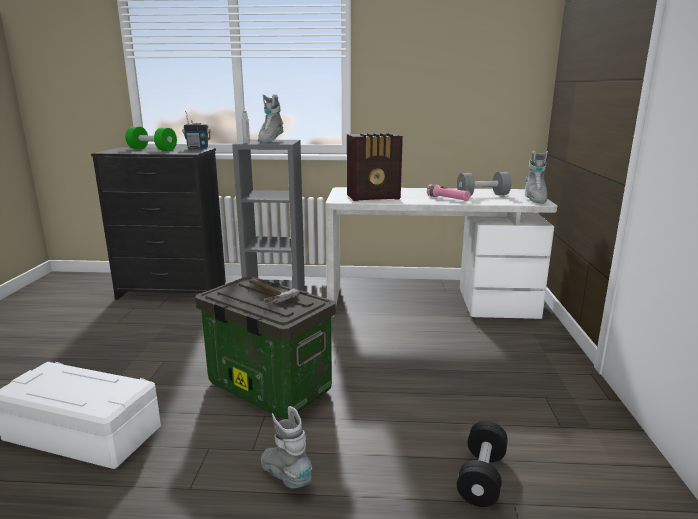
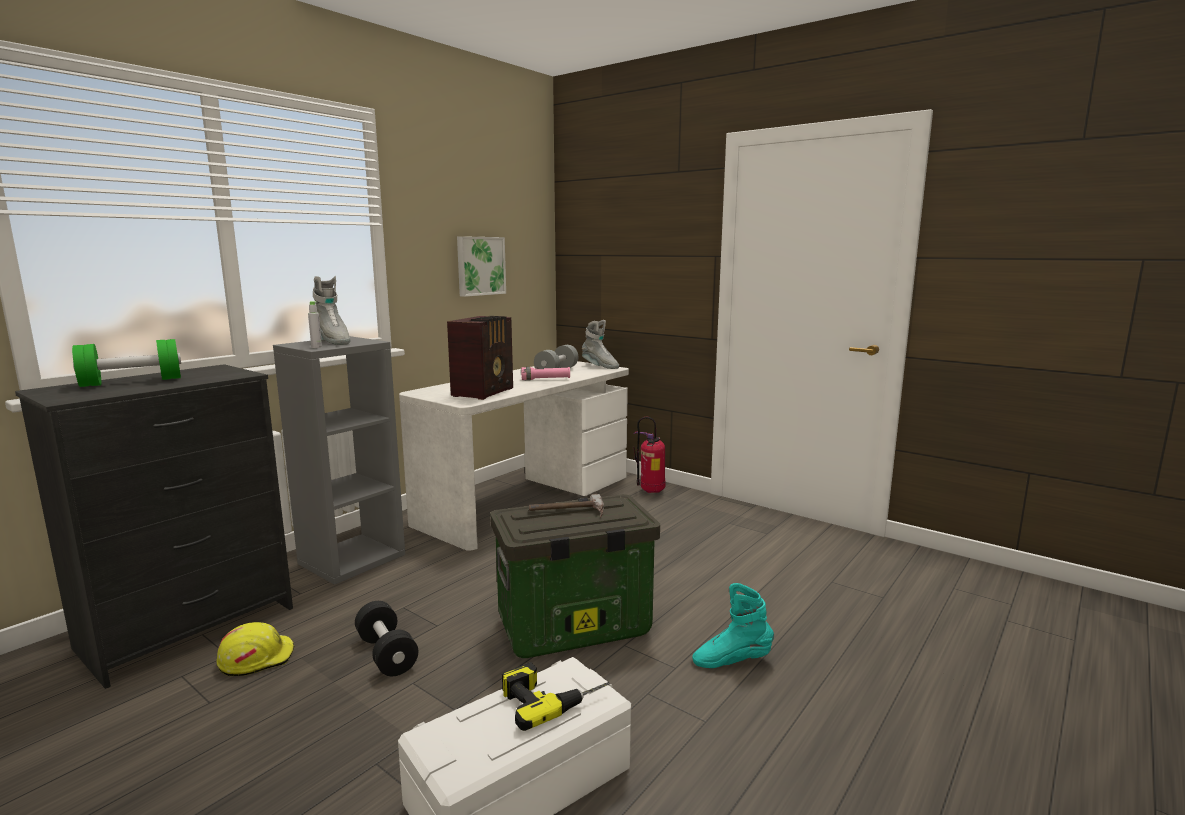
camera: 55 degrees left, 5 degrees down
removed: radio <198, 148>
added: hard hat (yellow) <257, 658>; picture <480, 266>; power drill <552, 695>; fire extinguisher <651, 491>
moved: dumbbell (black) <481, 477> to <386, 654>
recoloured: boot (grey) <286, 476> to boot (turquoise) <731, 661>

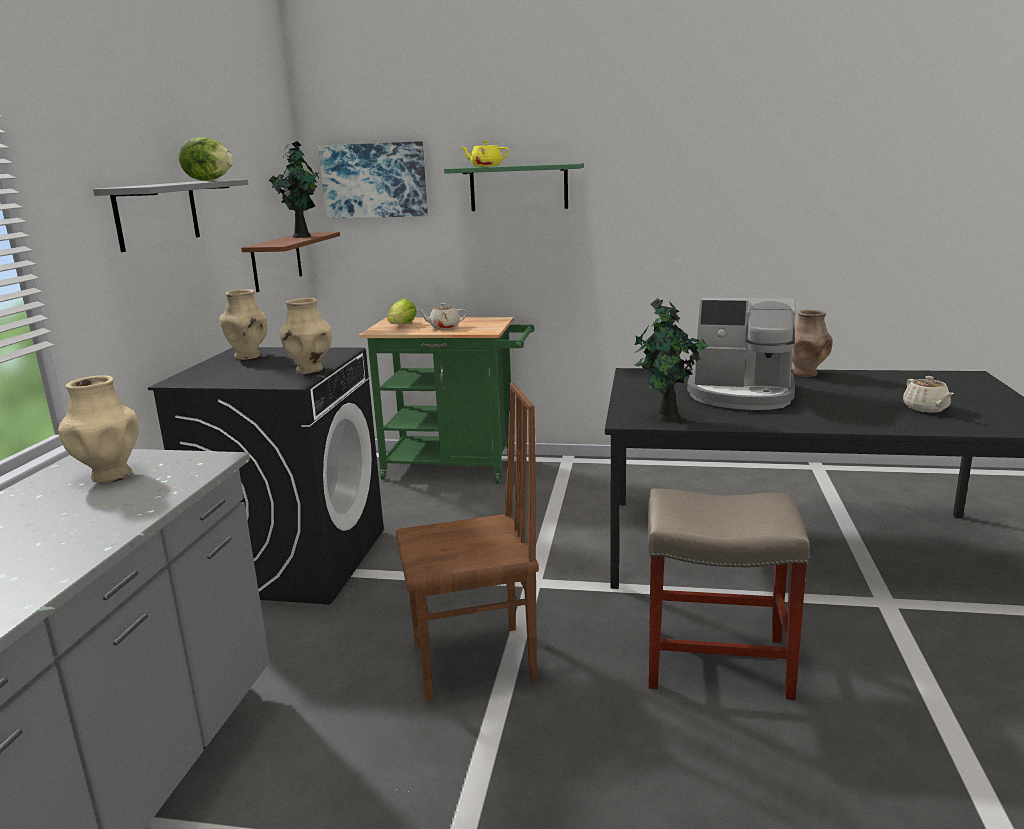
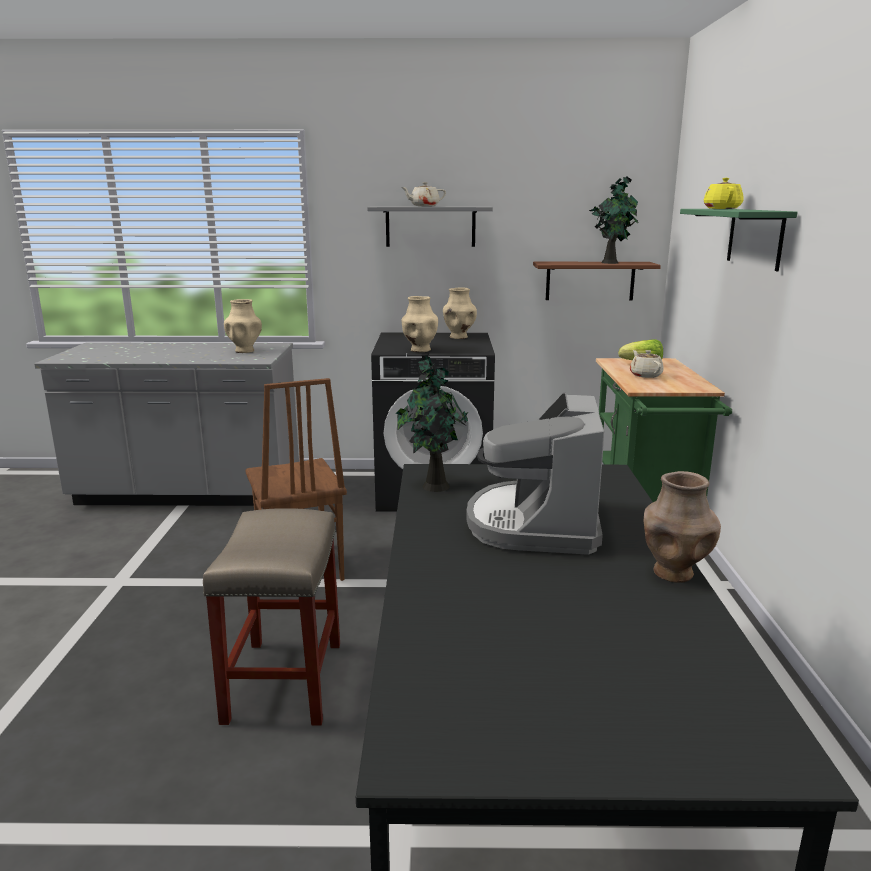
camera: 80 degrees right, 0 degrees up
removed: lettuce <209, 180>; picture <374, 180>
moved: teapot (beige) <926, 409> to <424, 206>

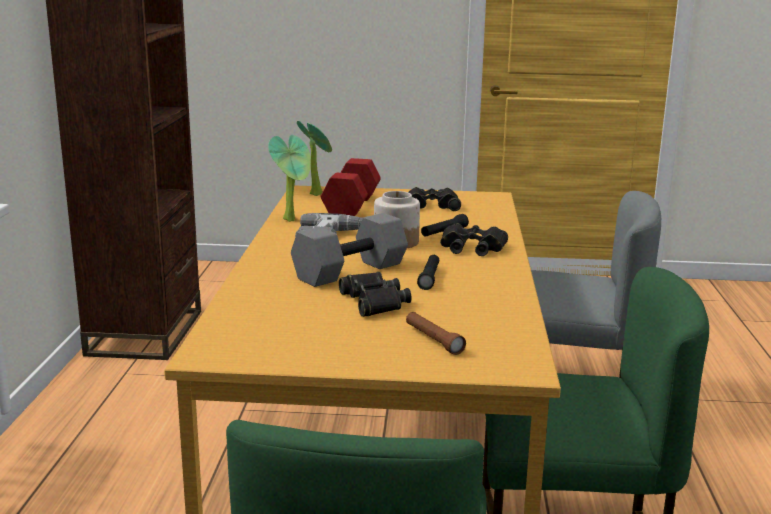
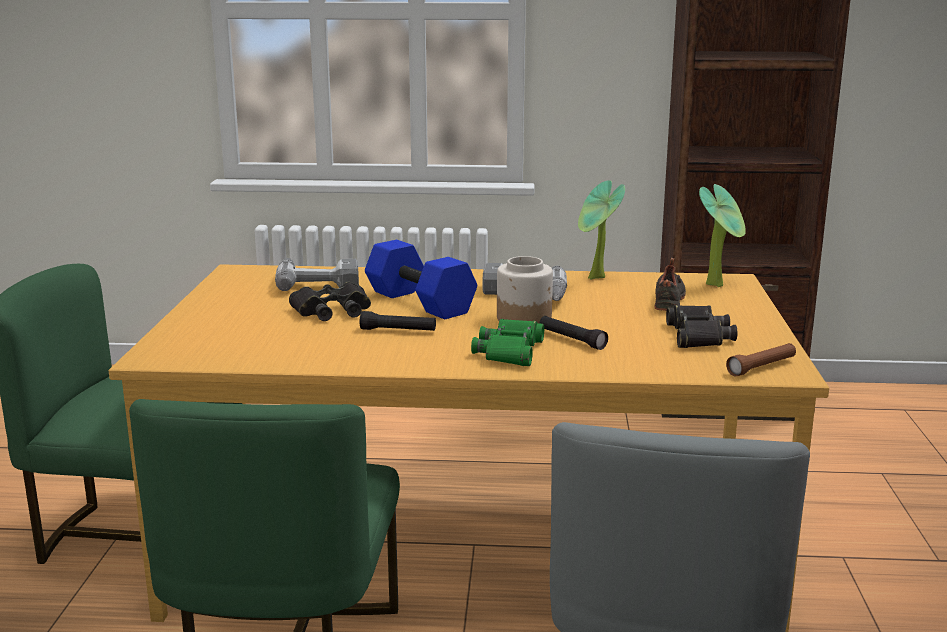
camera: 90 degrees right, 0 degrees up
added: power drill <317, 281>
moved: flashlight (brown) <433, 340> to <761, 367>
replaced: dumbbell (red) <352, 206> to shoe (black) <670, 300>
recoloured: dumbbell (grey) <350, 272> to dumbbell (blue) <417, 302>; binoculars (black) <472, 248> to binoculars (green) <510, 351>

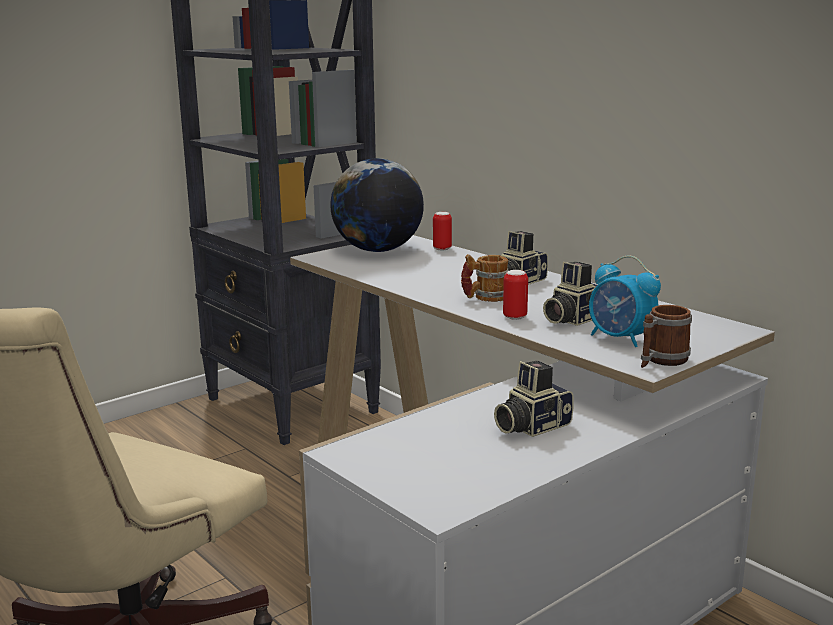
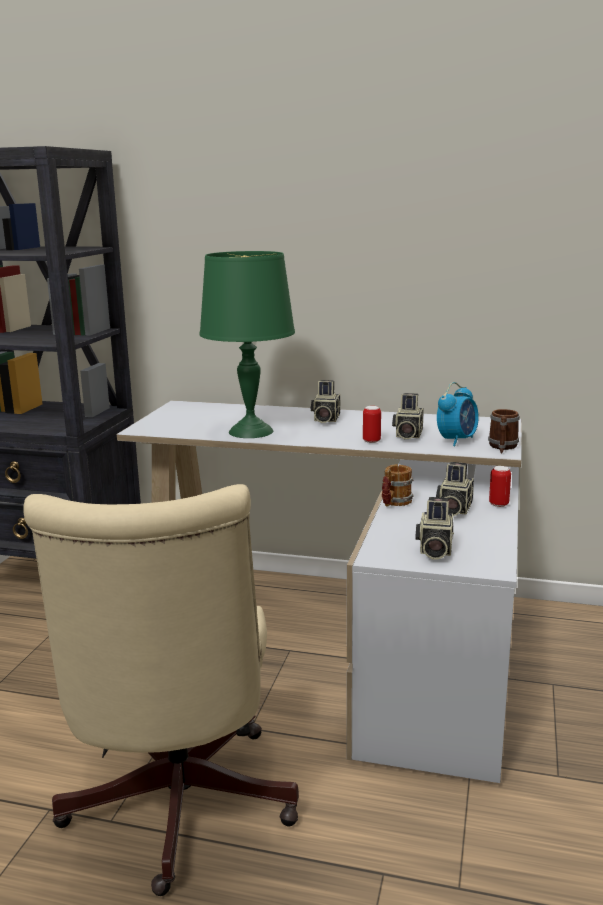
camera: 35 degrees left, 0 degrees up
removed: globe <378, 250>
added: table lamp (green) <250, 431>; photo camera <434, 549>
moved: can <442, 248> to <498, 504>; mug <484, 298> to <394, 503>
turned: alarm clock <620, 339> = <457, 440> 60 degrees counterclockwise

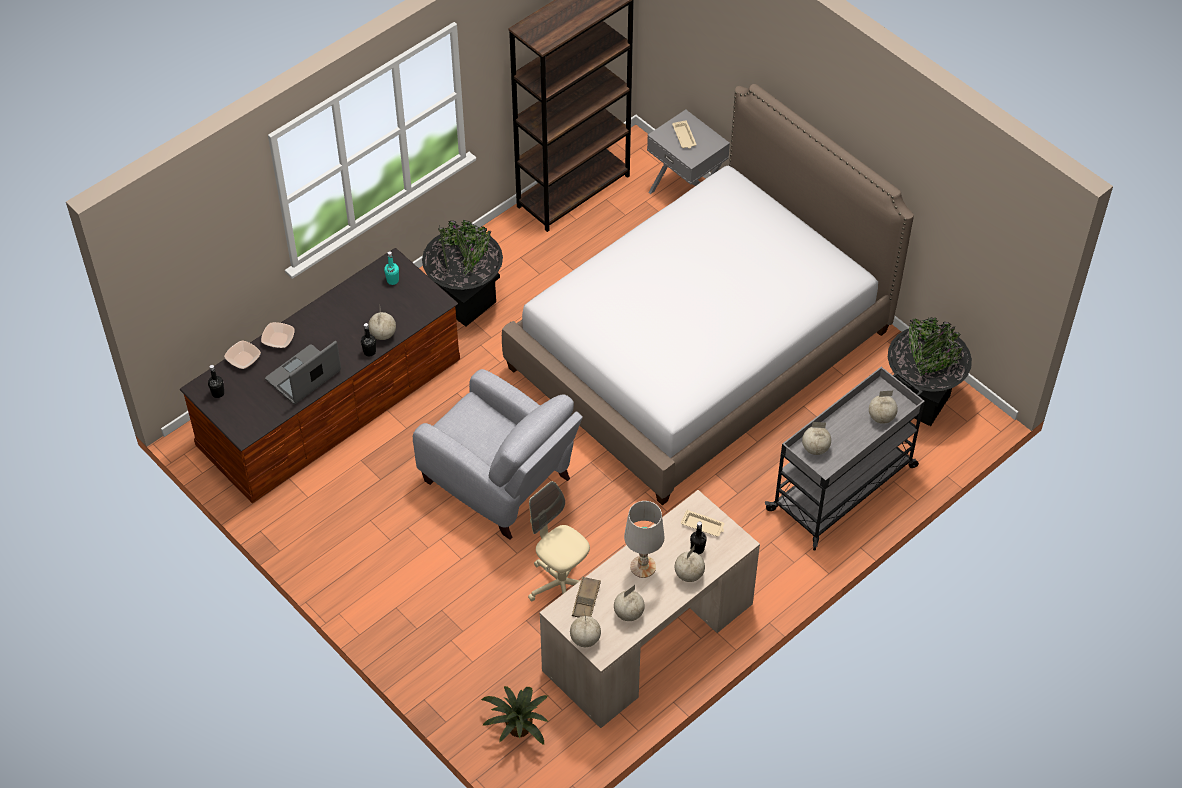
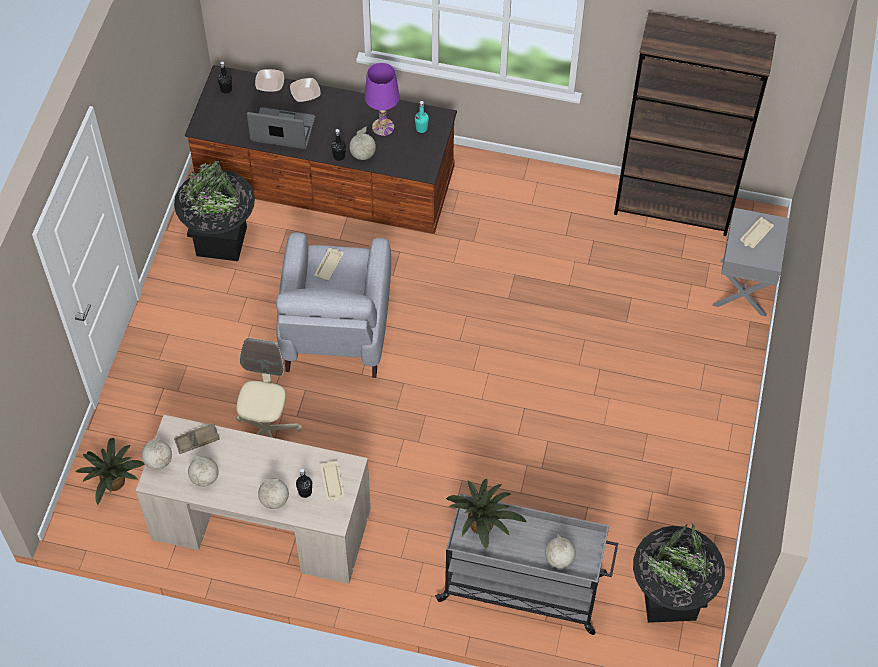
camera: 55 degrees right, 5 degrees up
removed: bed <700, 349>; table lamp (white) <642, 566>
added: tray (beige) <329, 265>; table lamp (purple) <383, 127>
moved: planter (black) <465, 303> to <221, 241>
replaced: globe <815, 448> to potted plant <483, 524>

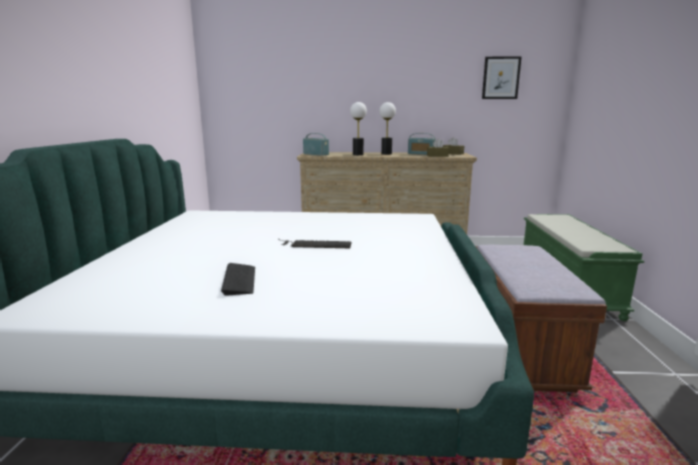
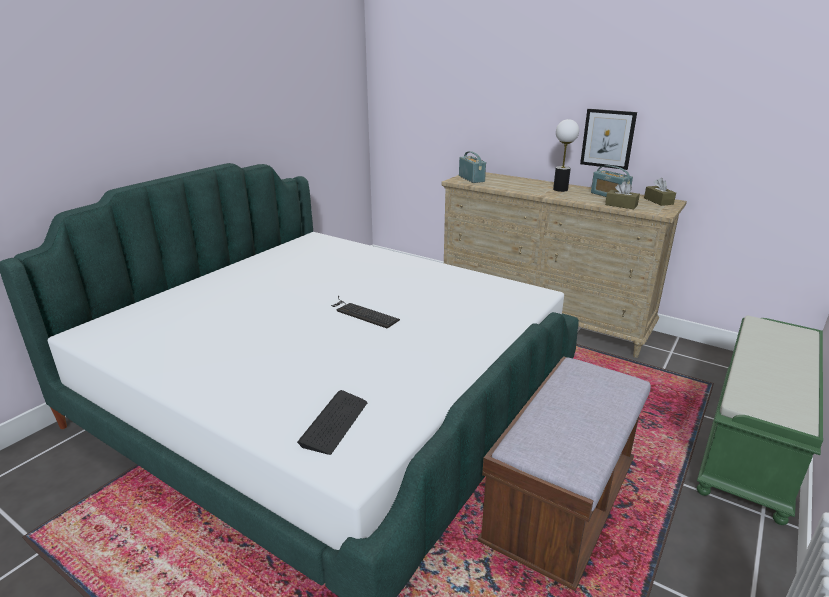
camera: 30 degrees right, 10 degrees up
removed: table lamp <358, 154>
moved: keyboard <239, 280> to <334, 423>; picture <501, 78> to <607, 139>

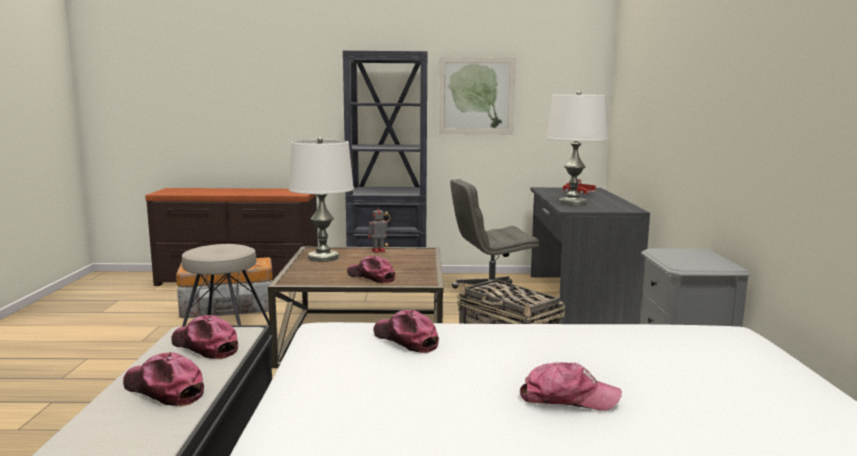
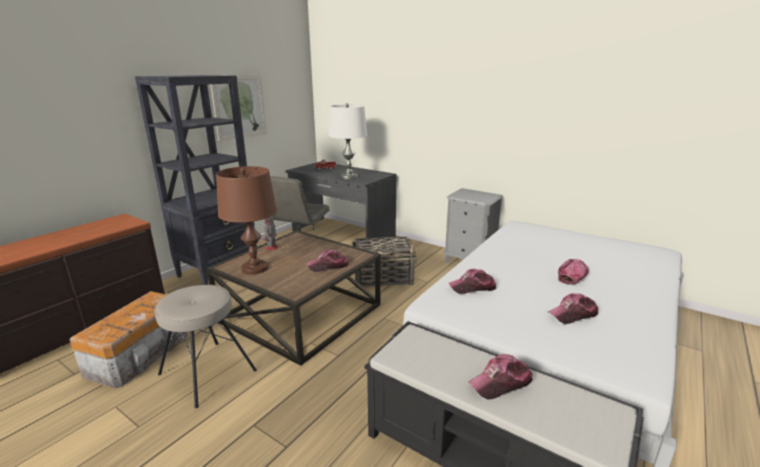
camera: 55 degrees left, 10 degrees up
moved: cap <205, 346> to <573, 314>
recoloured: table lamp (white) <323, 258> to table lamp (brown) <254, 268>

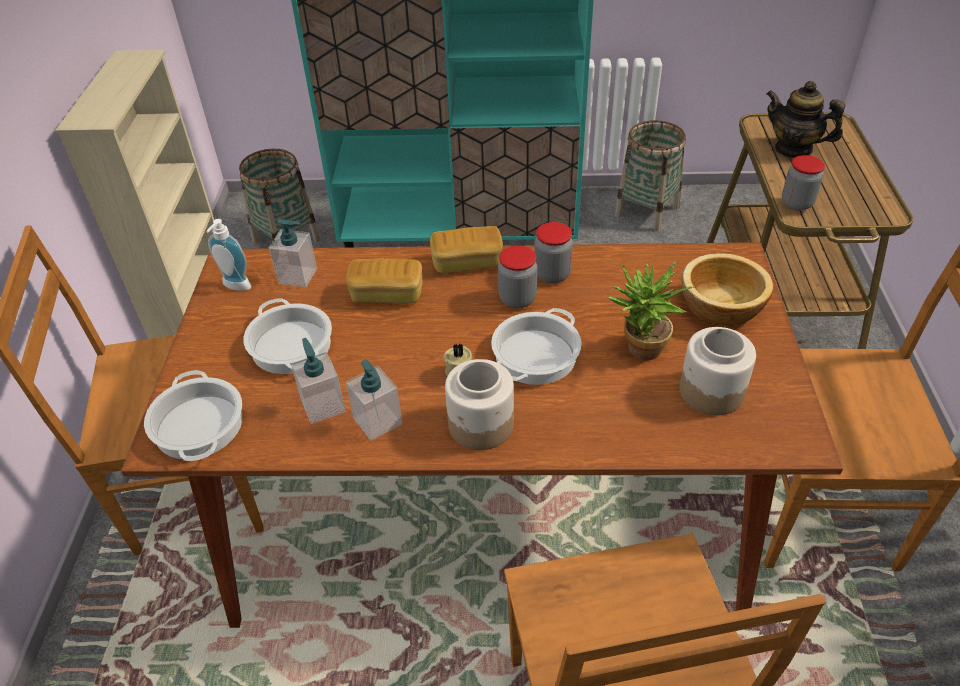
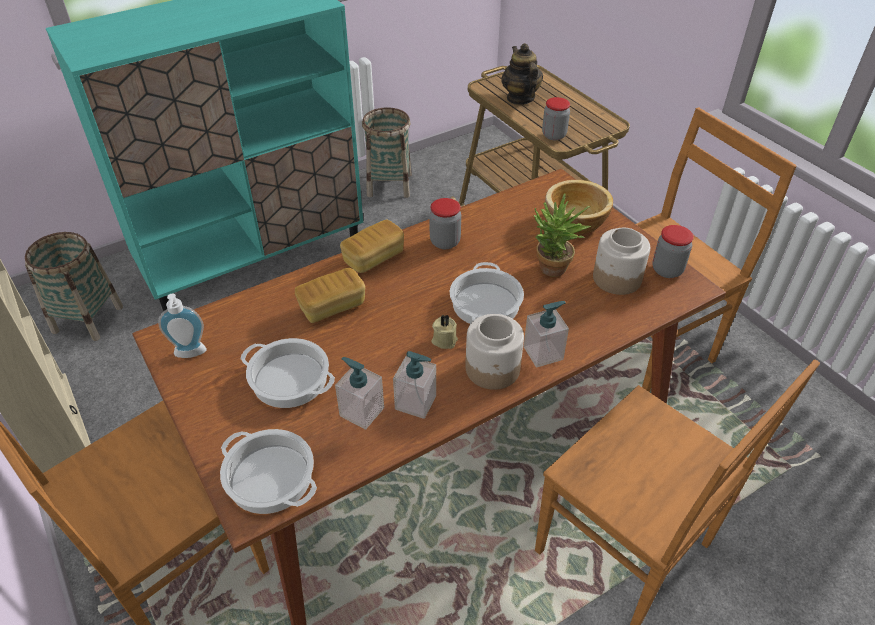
camera: 35 degrees left, 0 degrees up
moved: soap dispenser <298, 276> to <543, 353>; jar <517, 299> to <667, 270>
turned: teapot <793, 149> = <520, 98> 75 degrees clockwise

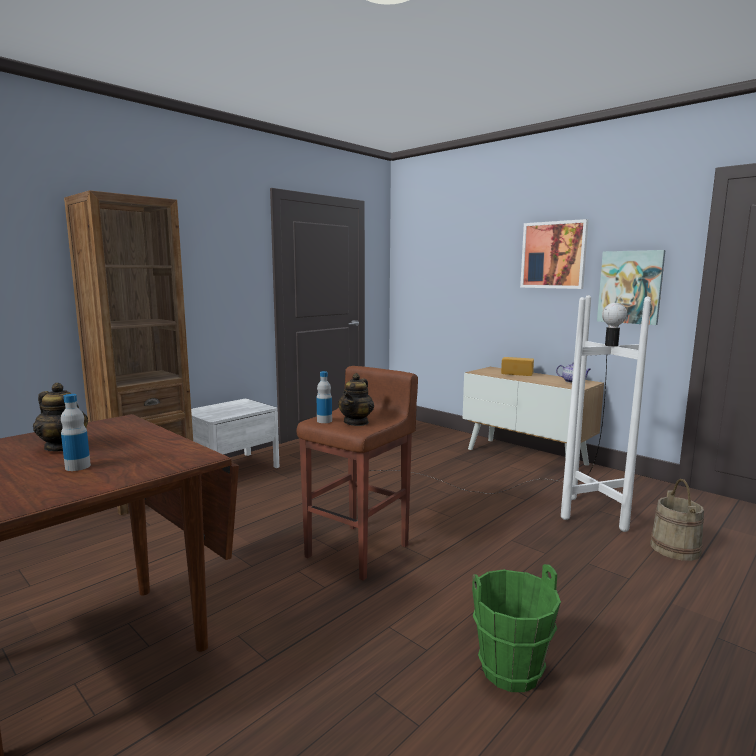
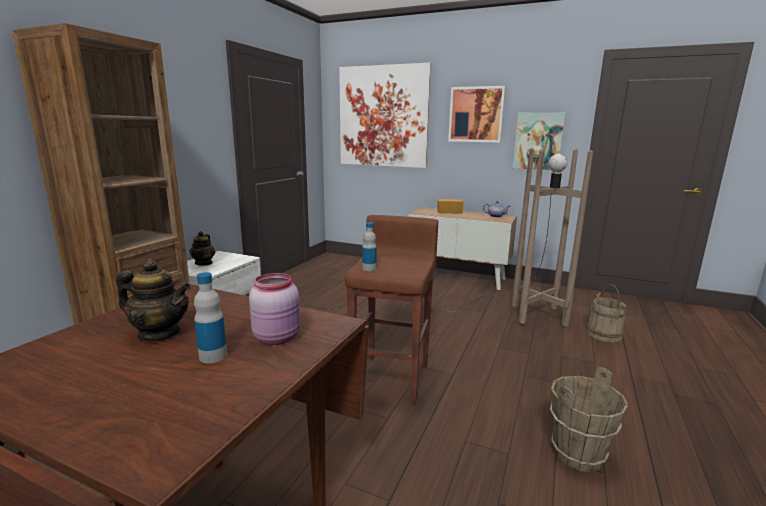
camera: 20 degrees left, 5 degrees up
added: jar (pink) <278, 337>; picture <383, 117>
moved: teapot <356, 422> to <204, 263>
recoloured: floor lamp (white) <531, 498> to floor lamp (brown) <487, 311>; bucket (green) <511, 671> to bucket (brown) <578, 455>

